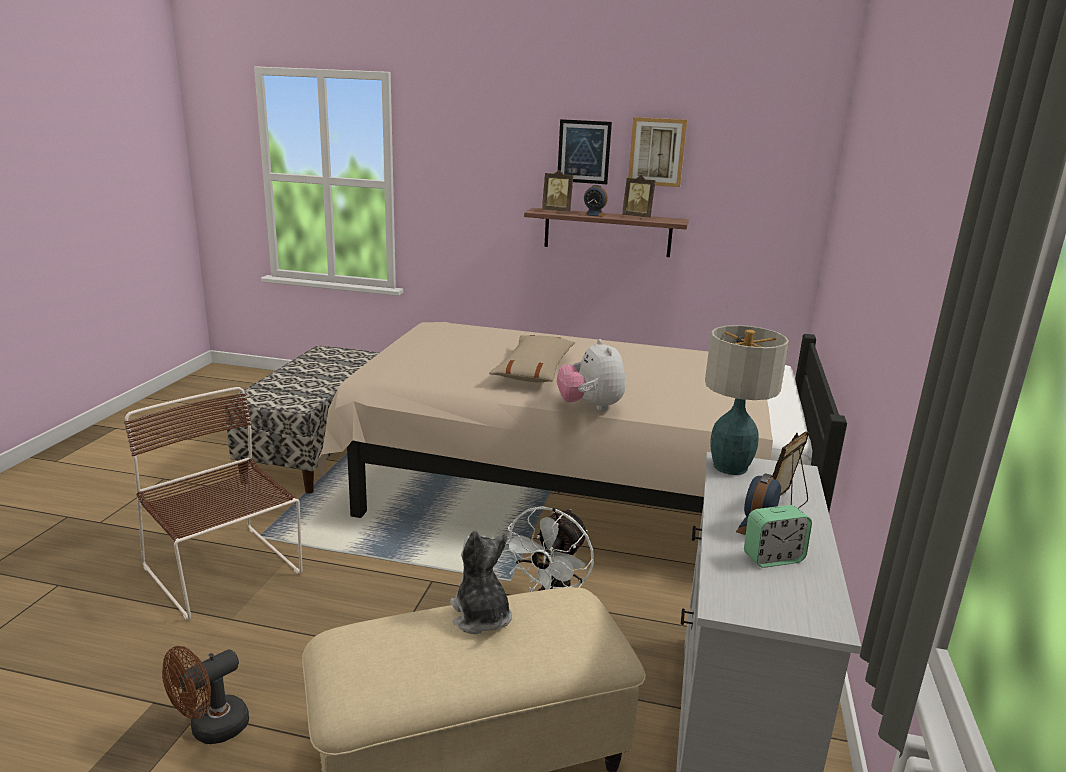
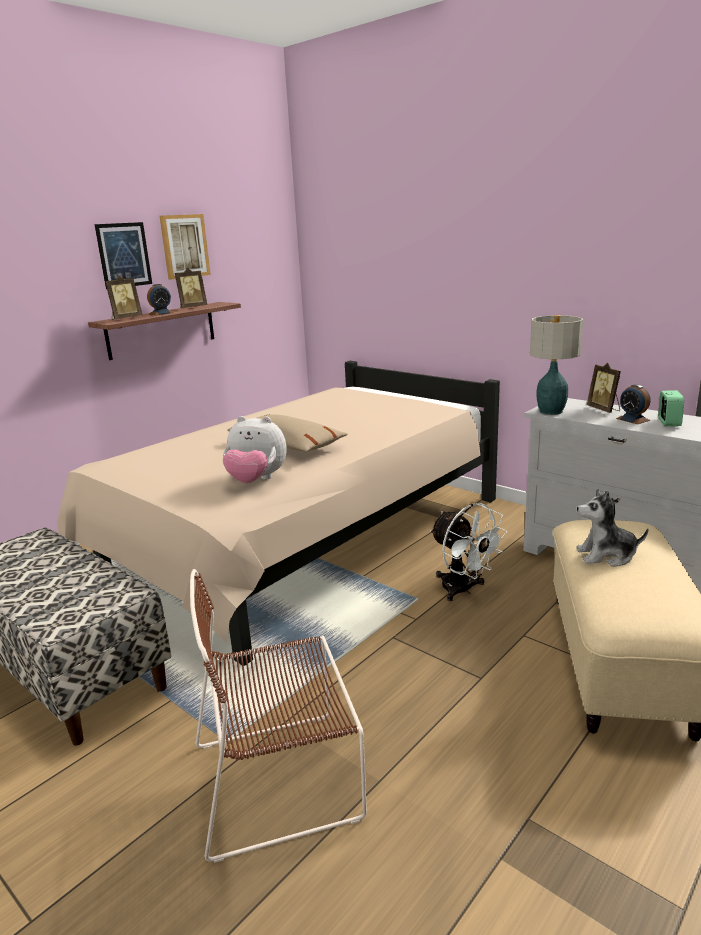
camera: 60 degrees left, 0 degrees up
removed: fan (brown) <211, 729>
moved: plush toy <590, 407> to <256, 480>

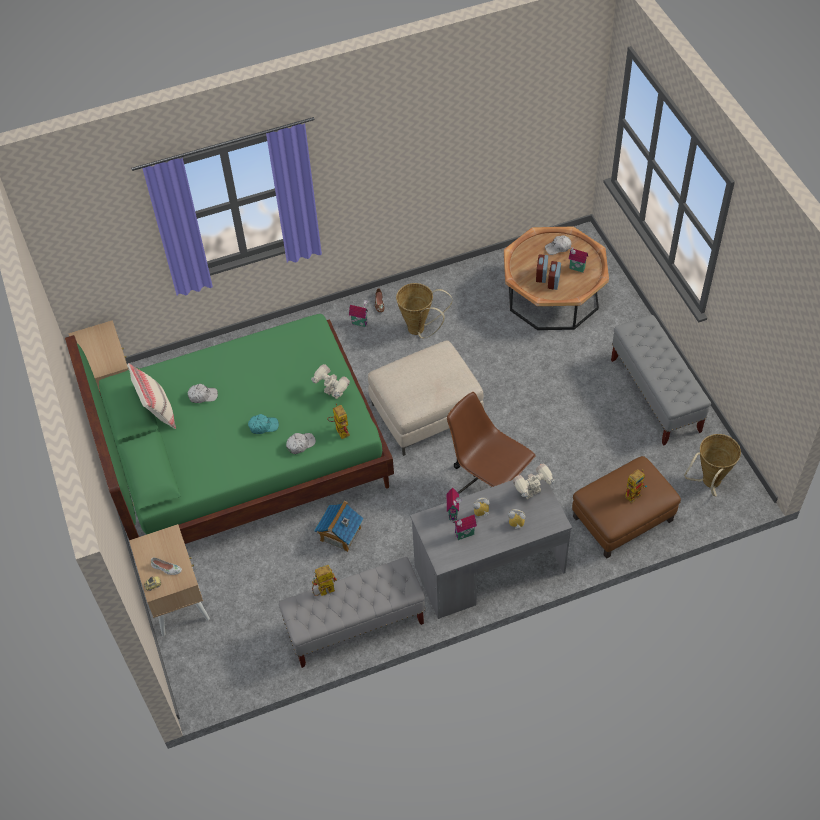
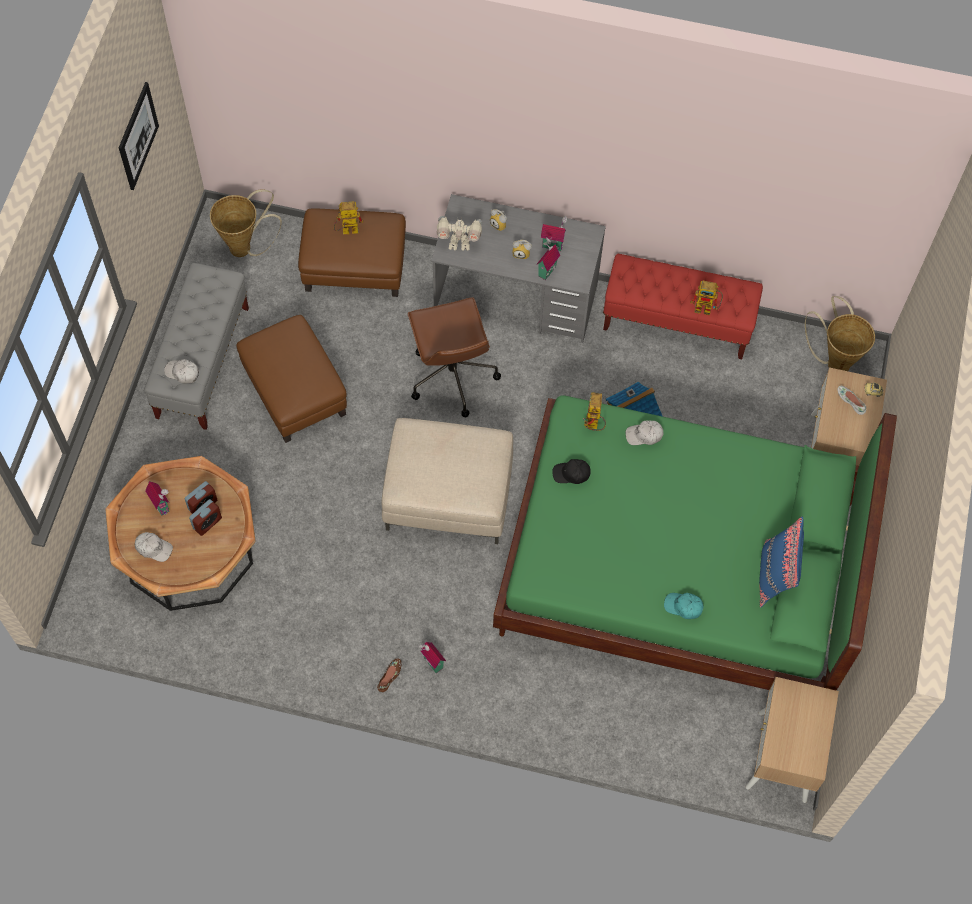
camera: 150 degrees left, 10 degrees up
added: picture <138, 136>; ottoman (brown) <294, 391>
moved: cap (white) <203, 396> to <182, 373>; cap (turquoise) <263, 426> to <683, 607>; basket <420, 330> to <834, 362>
replaced: toy robot <332, 394> to cap (black) <571, 474>
recoloured: pillow (beige) <157, 411> to pillow (blue) <775, 575>; bench (grey) <355, 626> to bench (red) <677, 323>

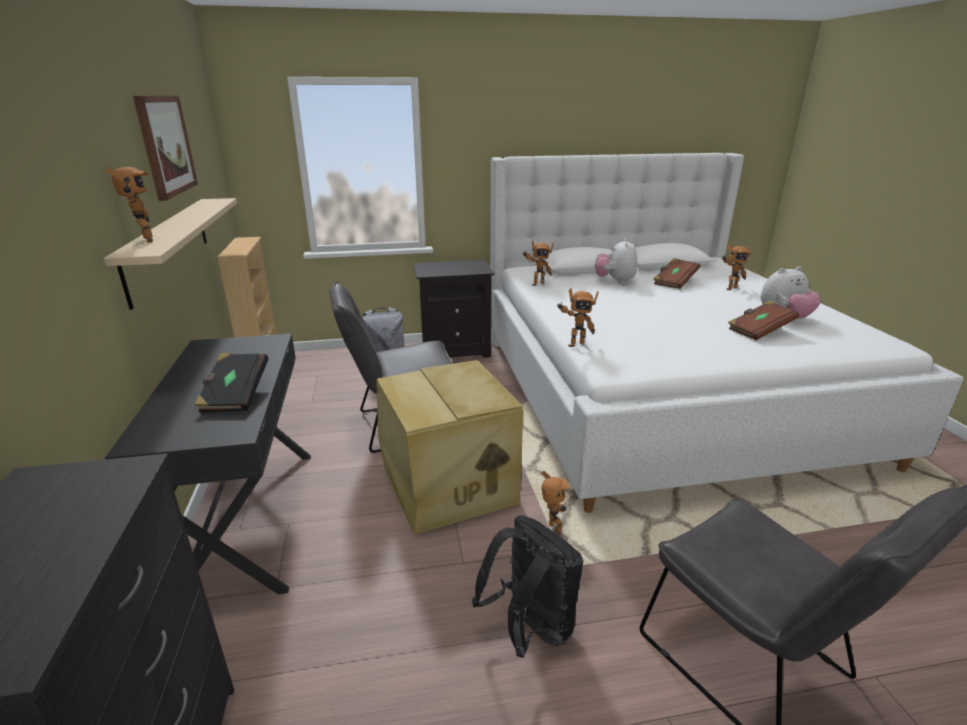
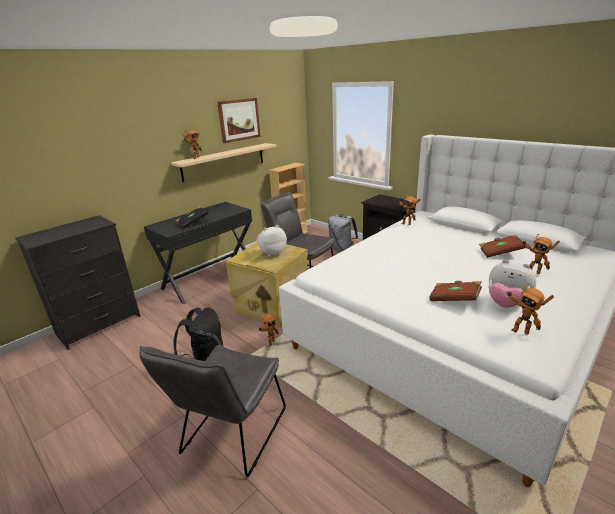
camera: 55 degrees right, 0 degrees up
moved: toy robot <574, 344> to <519, 330>; plush toy <615, 281> to <272, 253>

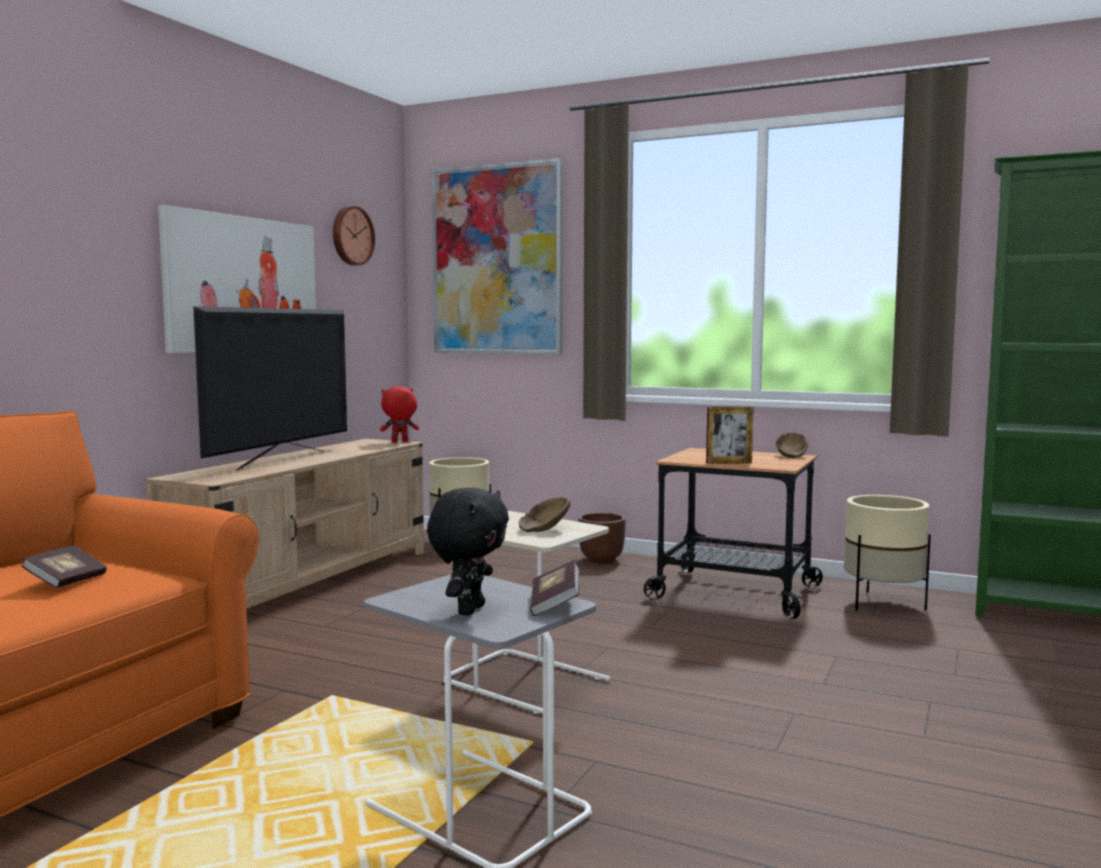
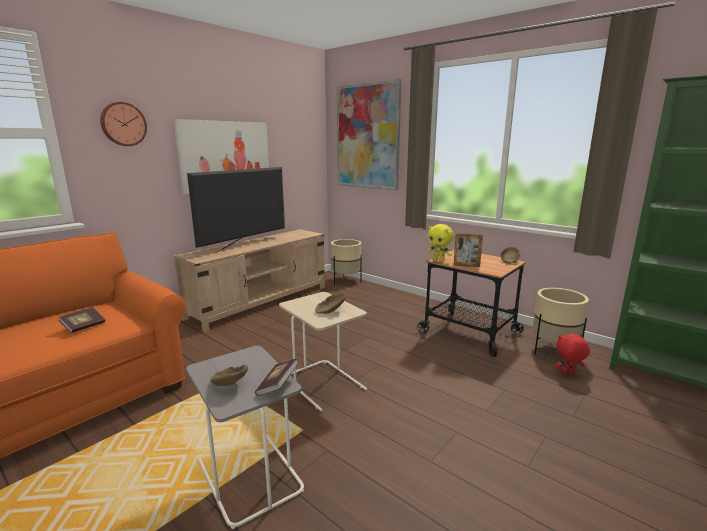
camera: 15 degrees right, 10 degrees up
removed: planter (brown) <601, 560>
added: plush toy (yellow) <439, 261>
moved: wall clock <351, 236> to <123, 124>; plush toy (red) <399, 442> to <568, 374>
replaced: plush toy (black) <469, 610> to bowl (brown) <229, 383>

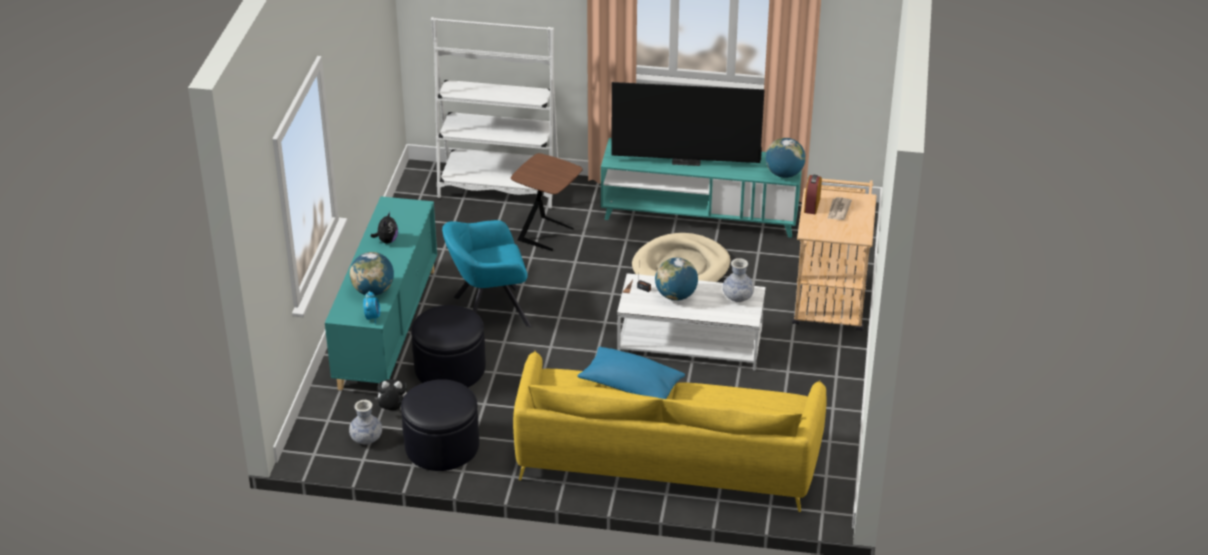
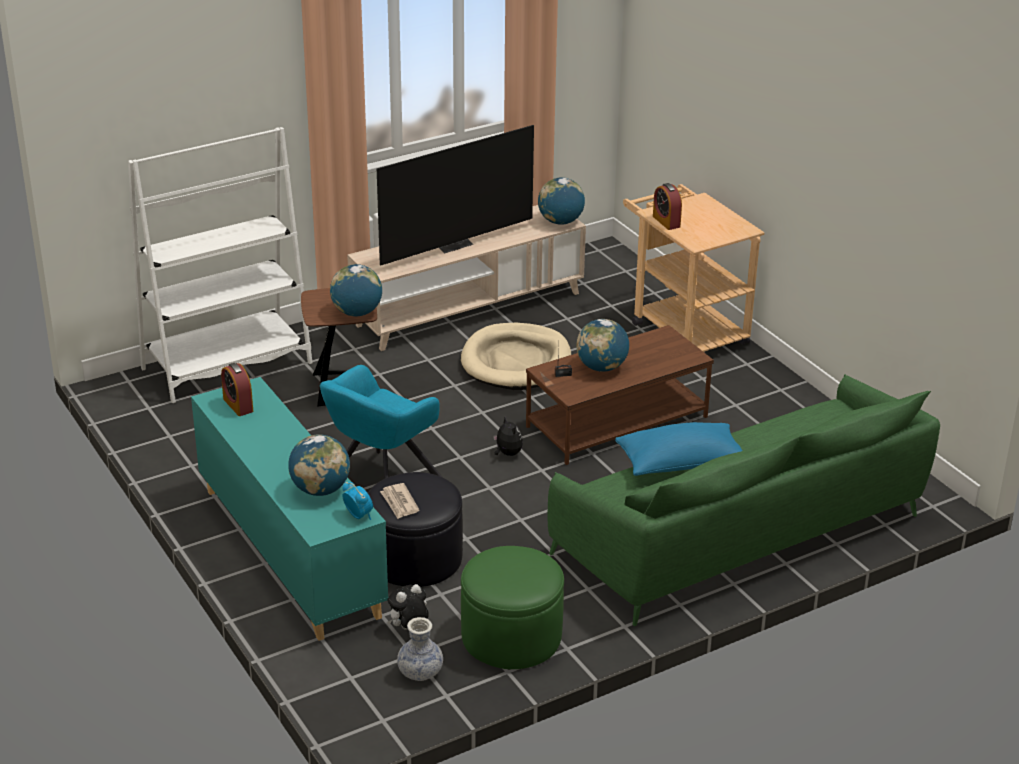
camera: 40 degrees left, 5 degrees down
removed: vase <737, 297>
added: alarm clock <238, 405>; globe <357, 313>
moved: plush toy <387, 240> to <507, 454>; newspaper <838, 210> to <399, 503>
recoloured: ottoman (black) <441, 446> to ottoman (green) <511, 636>; sofa (yellow) <666, 460> to sofa (green) <743, 534>; tv stand (turquoise) <700, 215> to tv stand (beige) <468, 309>; coffee table (white) <689, 343> to coffee table (brown) <617, 422>

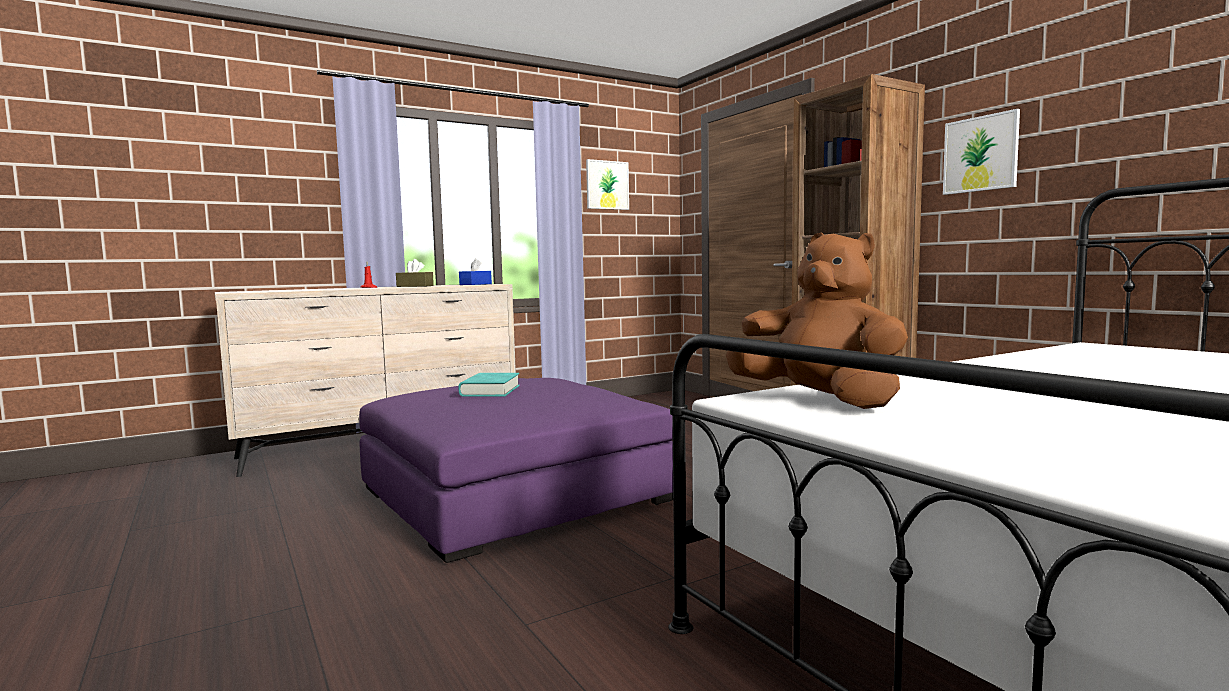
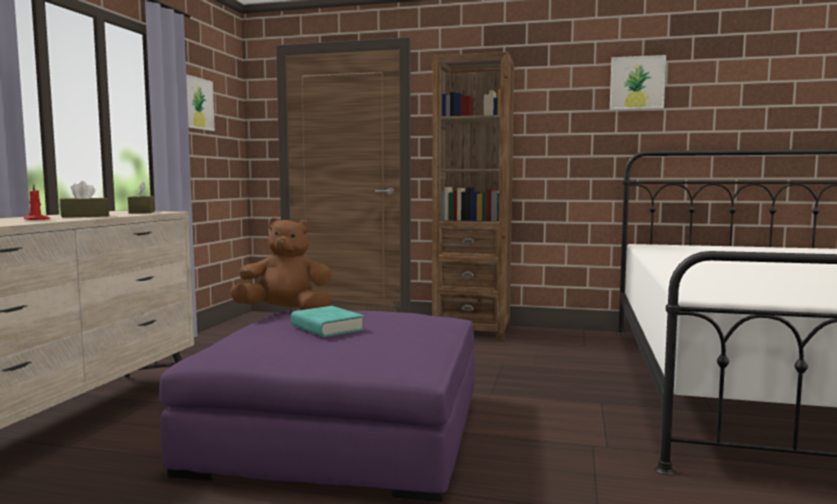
camera: 45 degrees left, 0 degrees up
moved: plush toy (brown) <818, 400> to <285, 312>; picture <980, 154> to <637, 83>
recoloured: tissue box (blue) <475, 284> to tissue box (brown) <142, 212>

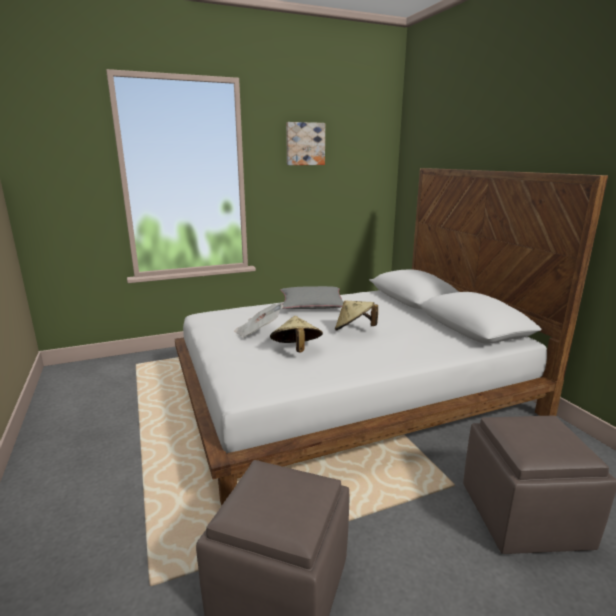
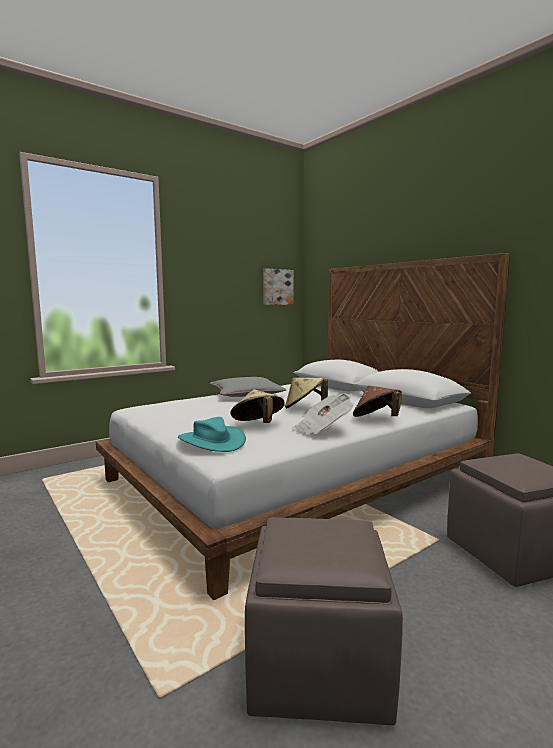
camera: 15 degrees left, 10 degrees down
added: hat (turquoise) <211, 441>; hat (brown) <376, 419>
moved: newspaper <258, 332> to <322, 429>; picture <305, 144> to <277, 287>

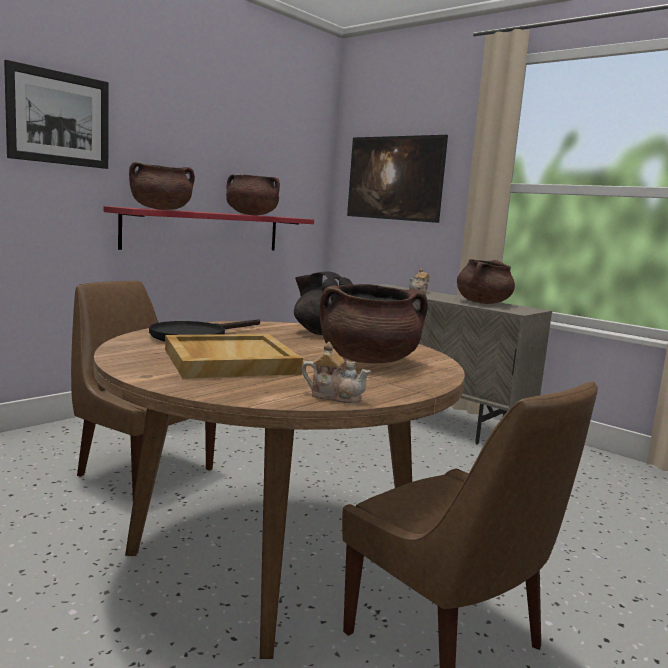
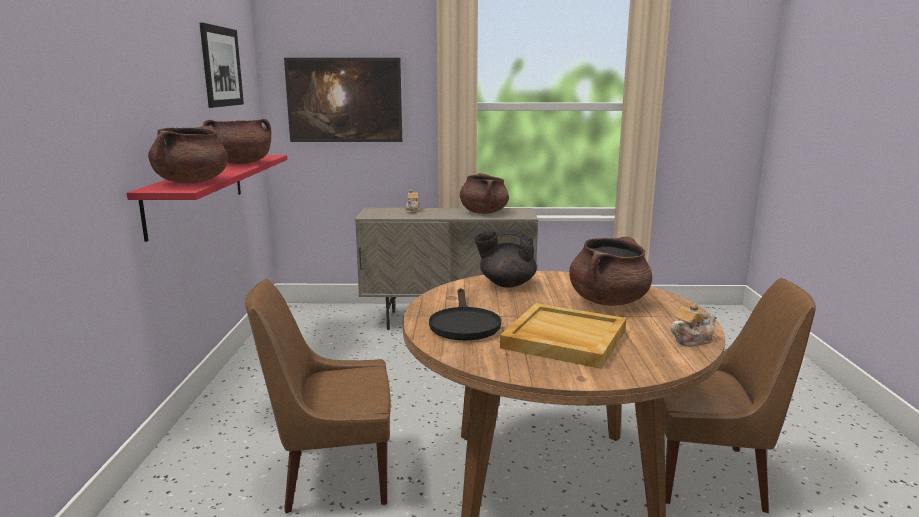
camera: 40 degrees left, 5 degrees up
moved: picture <59, 118> to <222, 66>

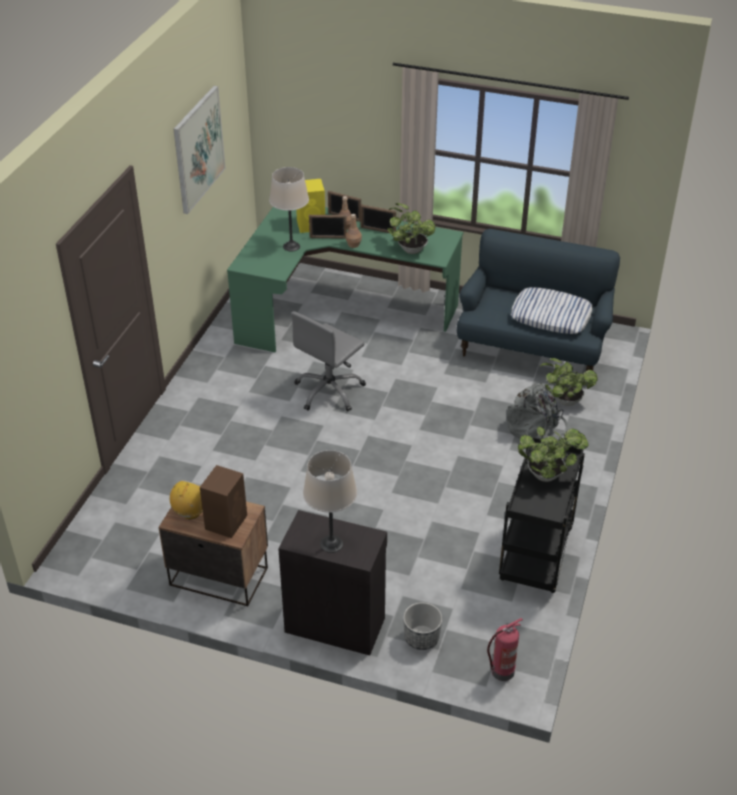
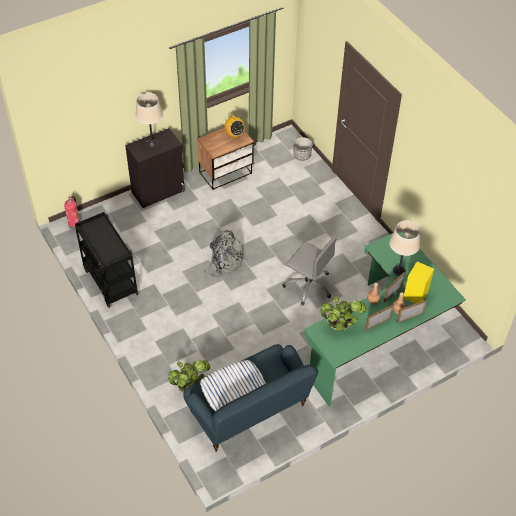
camera: 130 degrees right, 10 degrees up
removed: picture <198, 149>; speaker (brown) <226, 521>; potted plant <548, 474>
moved: planter <421, 638> to <302, 155>; backpack (grey) <535, 429> to <224, 262>
turned: office chair (grey) <329, 391> = <308, 285> 135 degrees clockwise

